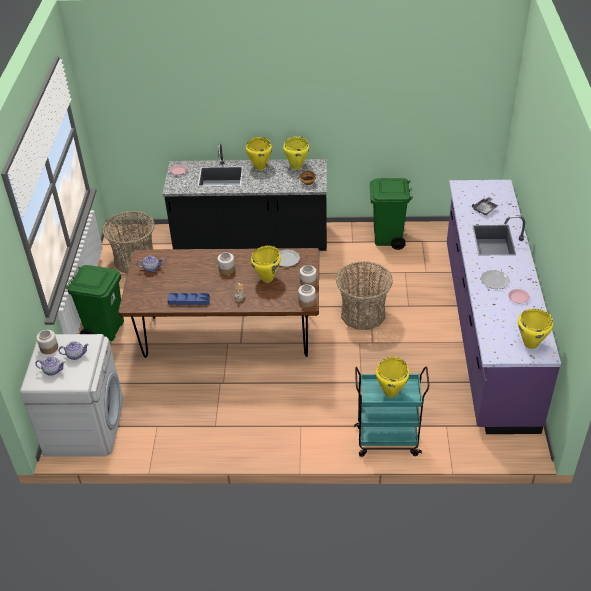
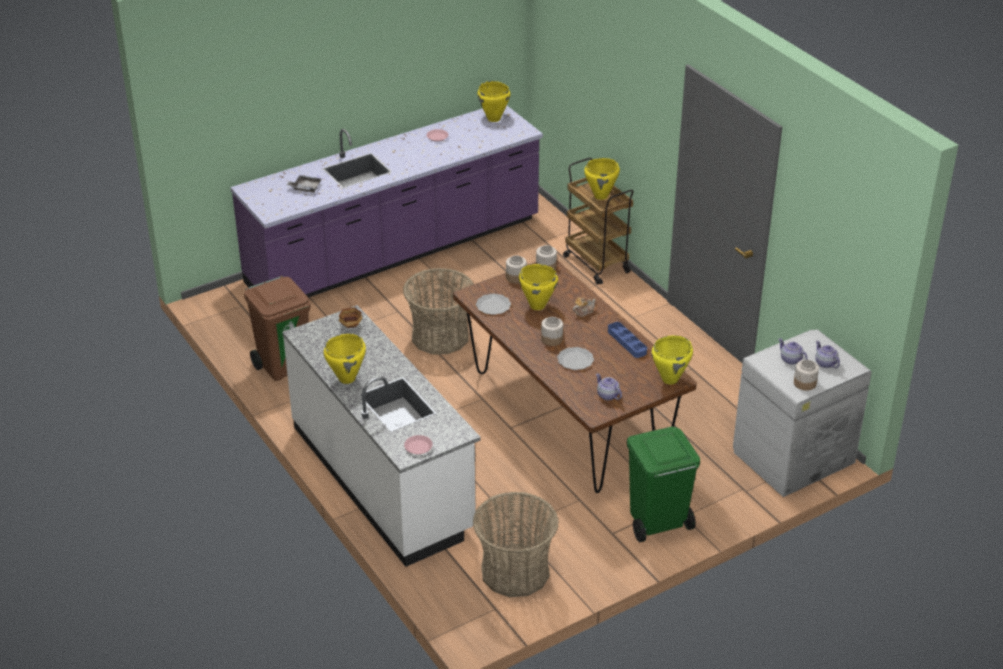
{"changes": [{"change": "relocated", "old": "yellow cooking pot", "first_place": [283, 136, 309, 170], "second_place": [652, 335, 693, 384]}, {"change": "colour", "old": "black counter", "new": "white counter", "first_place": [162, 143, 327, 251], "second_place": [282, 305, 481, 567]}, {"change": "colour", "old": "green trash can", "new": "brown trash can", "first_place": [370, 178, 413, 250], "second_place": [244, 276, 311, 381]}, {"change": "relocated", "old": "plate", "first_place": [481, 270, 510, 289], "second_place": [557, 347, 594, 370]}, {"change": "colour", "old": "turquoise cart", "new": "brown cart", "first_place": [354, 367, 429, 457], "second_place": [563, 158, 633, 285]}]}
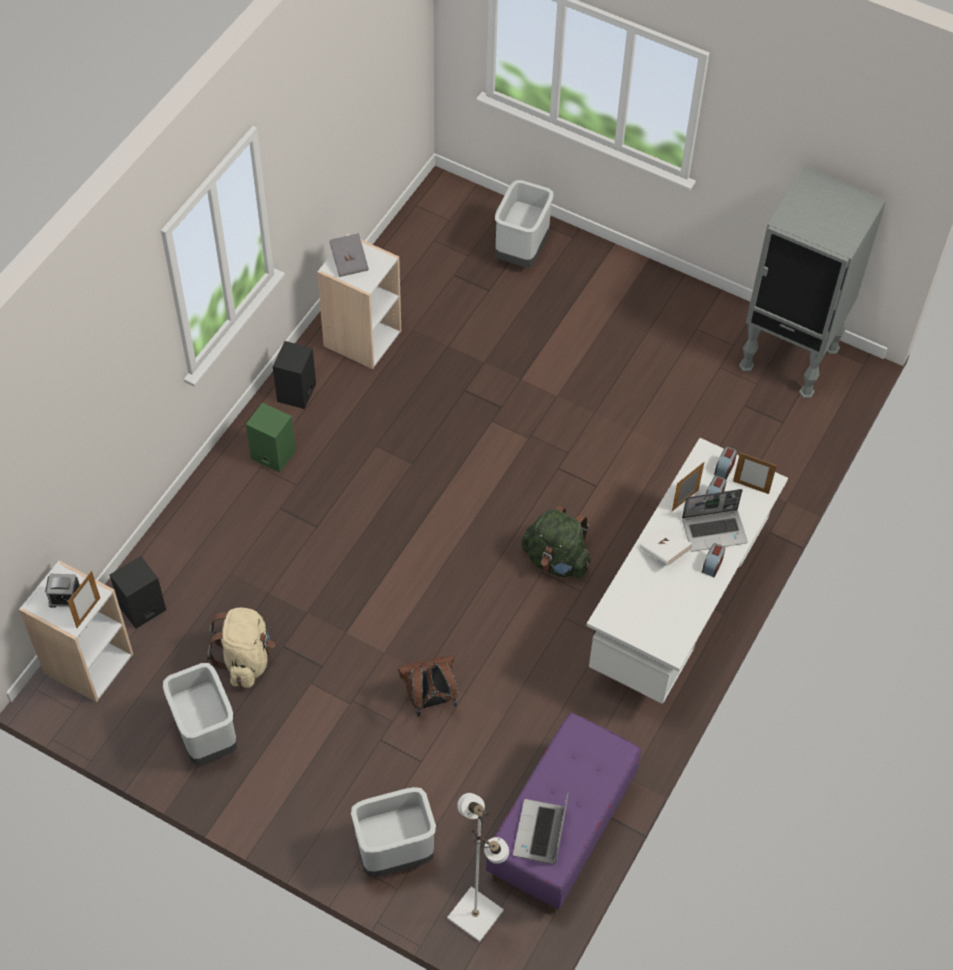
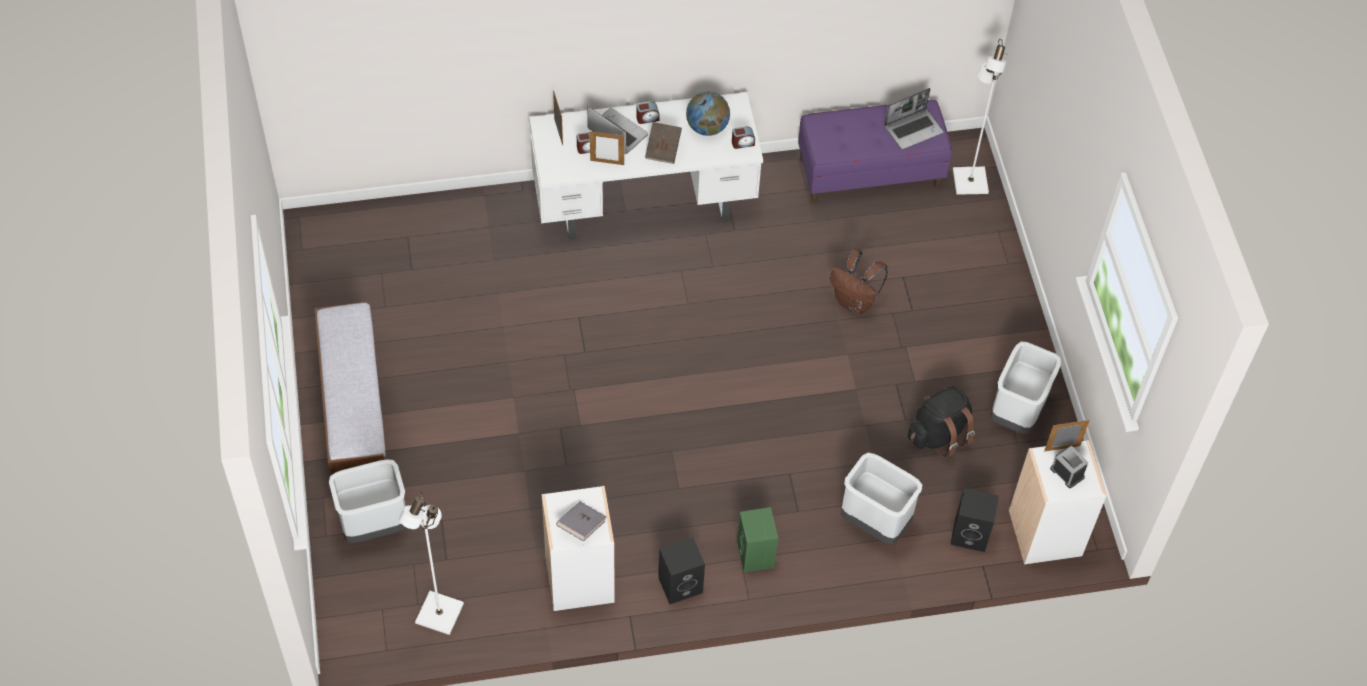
{"changes": [{"change": "missing", "old": "grey cabinet", "first_place": [739, 167, 886, 398]}, {"change": "relocated", "old": "alarm clock", "first_place": [714, 447, 737, 480], "second_place": [732, 126, 755, 149]}, {"change": "missing", "old": "green backpack", "first_place": [521, 505, 590, 578]}, {"change": "colour", "old": "white book", "new": "brown book", "first_place": [640, 527, 693, 566], "second_place": [645, 122, 682, 164]}, {"change": "colour", "old": "beige backpack", "new": "black backpack", "first_place": [207, 607, 275, 688], "second_place": [908, 386, 975, 458]}, {"change": "relocated", "old": "grey trash can", "first_place": [351, 787, 436, 877], "second_place": [841, 453, 922, 545]}, {"change": "appeared", "new": "globe", "second_place": [686, 92, 730, 136]}, {"change": "appeared", "new": "bench", "second_place": [314, 302, 386, 475]}, {"change": "appeared", "new": "white floor lamp", "second_place": [399, 491, 464, 635]}]}
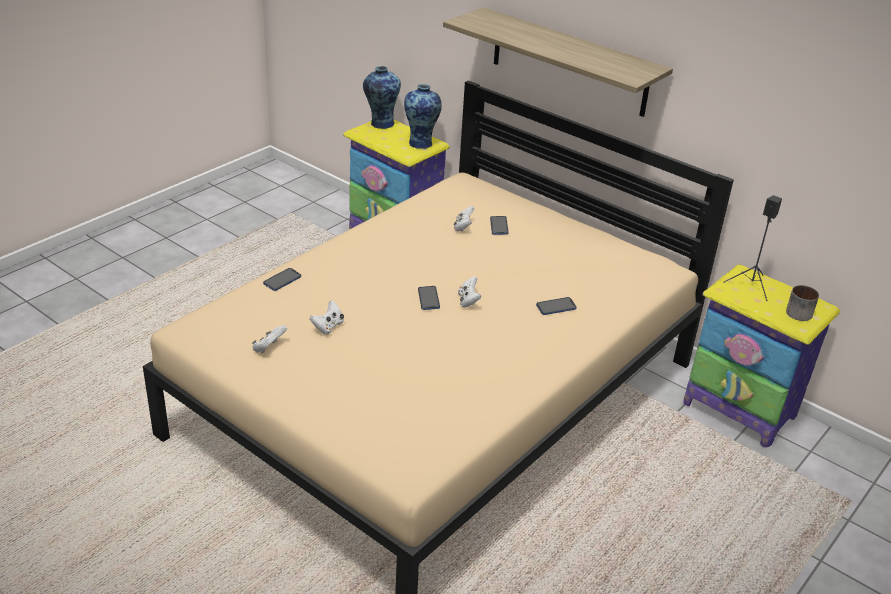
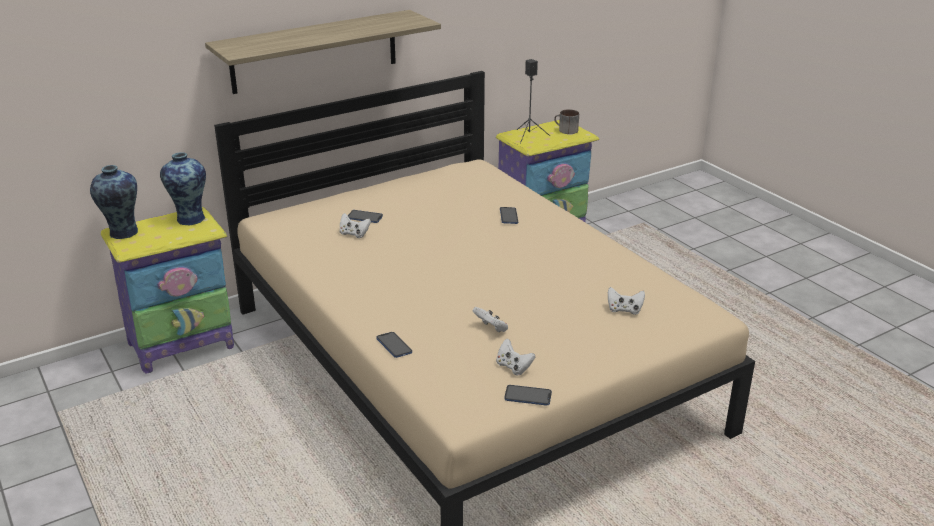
{"changes": [{"change": "relocated", "old": "white game controller", "first_place": [458, 276, 481, 308], "second_place": [608, 287, 645, 315]}, {"change": "relocated", "old": "phone", "first_place": [418, 286, 440, 310], "second_place": [504, 385, 552, 406]}]}
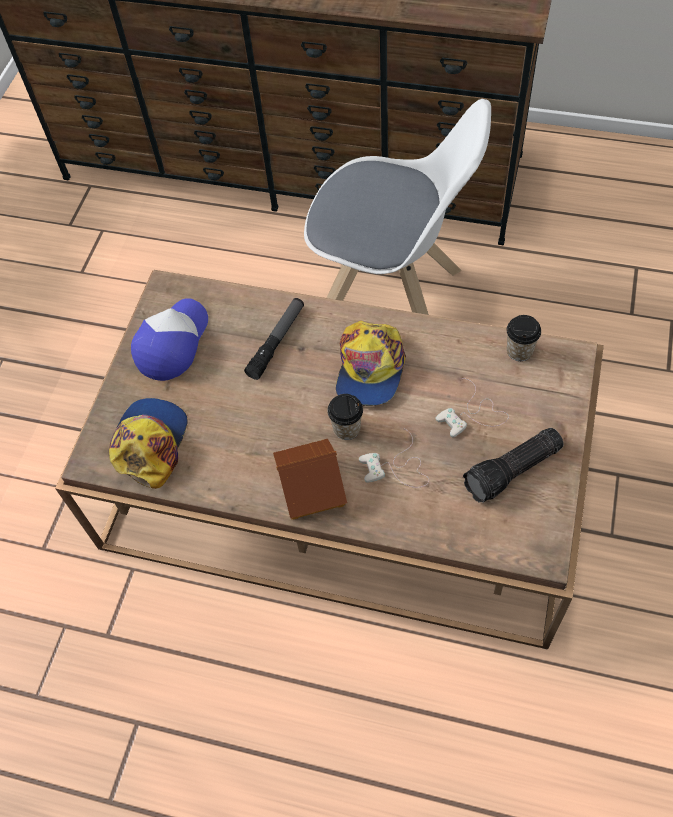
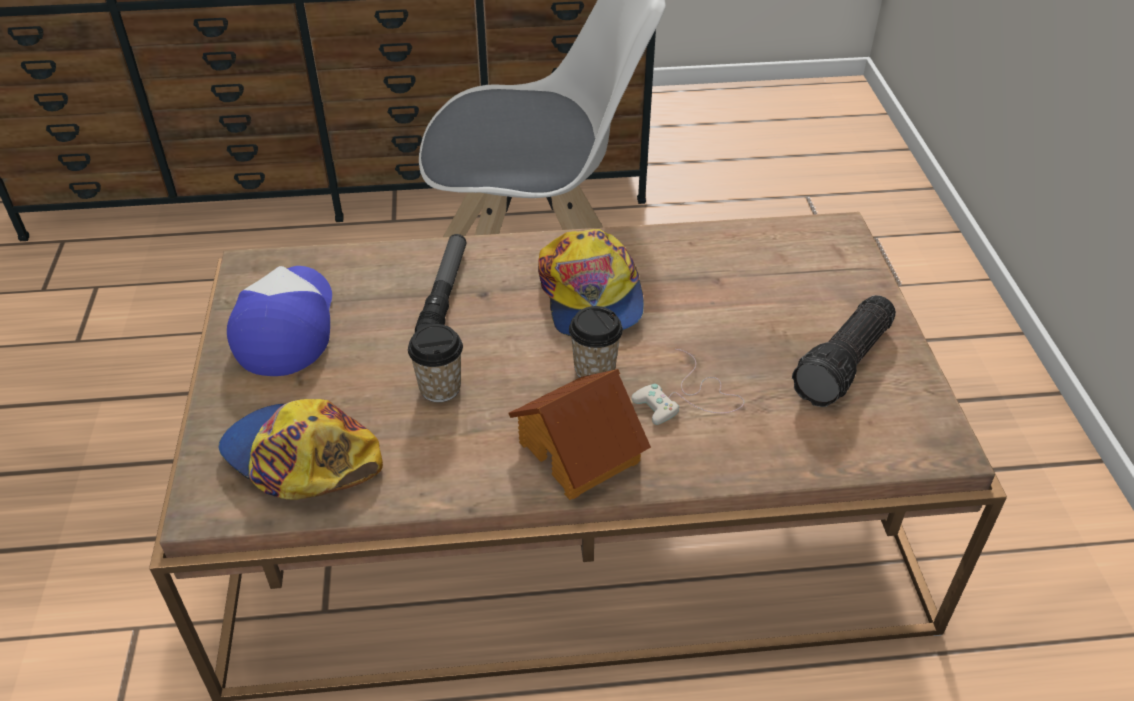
{"changes": [{"change": "relocated", "old": "cup", "first_place": [507, 315, 541, 361], "second_place": [408, 324, 463, 402]}, {"change": "missing", "old": "white game controller", "first_place": [436, 378, 509, 437]}, {"change": "spun", "old": "cap", "first_place": [109, 398, 188, 489], "second_place": [218, 399, 383, 500], "degrees": -45}]}
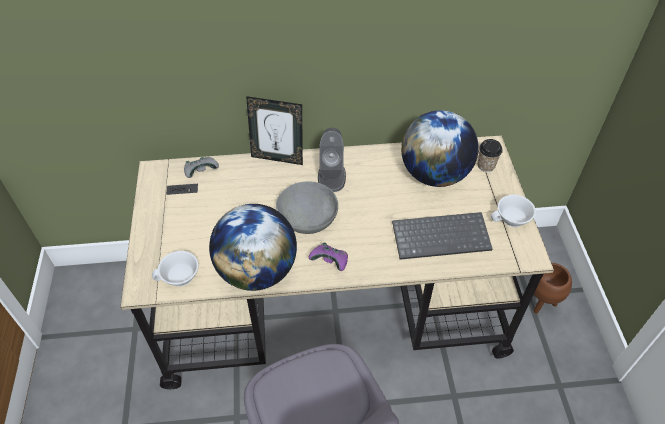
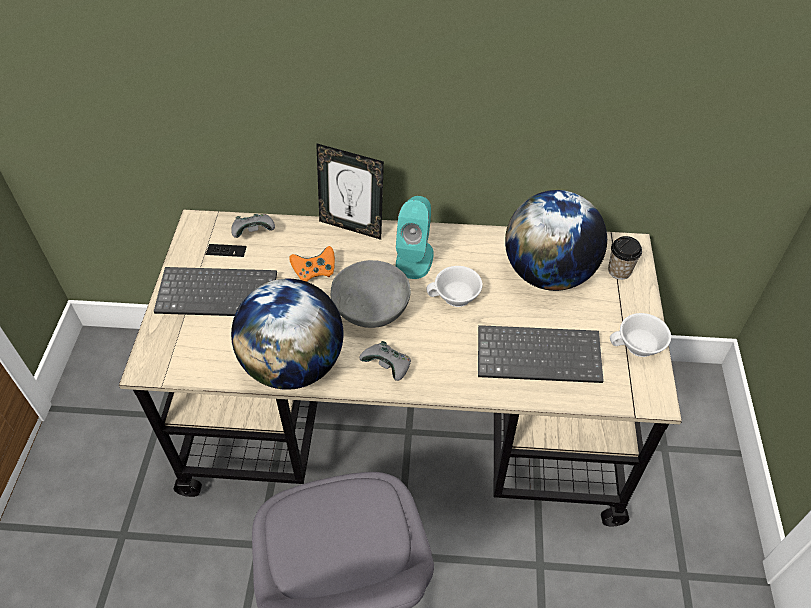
{"changes": [{"change": "colour", "old": "grey speaker", "new": "turquoise speaker", "first_place": [318, 128, 346, 192], "second_place": [396, 196, 434, 279]}, {"change": "colour", "old": "purple game controller", "new": "grey game controller", "first_place": [309, 243, 348, 271], "second_place": [359, 341, 411, 381]}, {"change": "relocated", "old": "white cup", "first_place": [152, 251, 199, 286], "second_place": [426, 266, 482, 307]}, {"change": "missing", "old": "brown planter", "first_place": [534, 263, 572, 314]}, {"change": "appeared", "new": "orange game controller", "second_place": [289, 246, 335, 282]}, {"change": "appeared", "new": "keyboard", "second_place": [154, 267, 277, 316]}]}
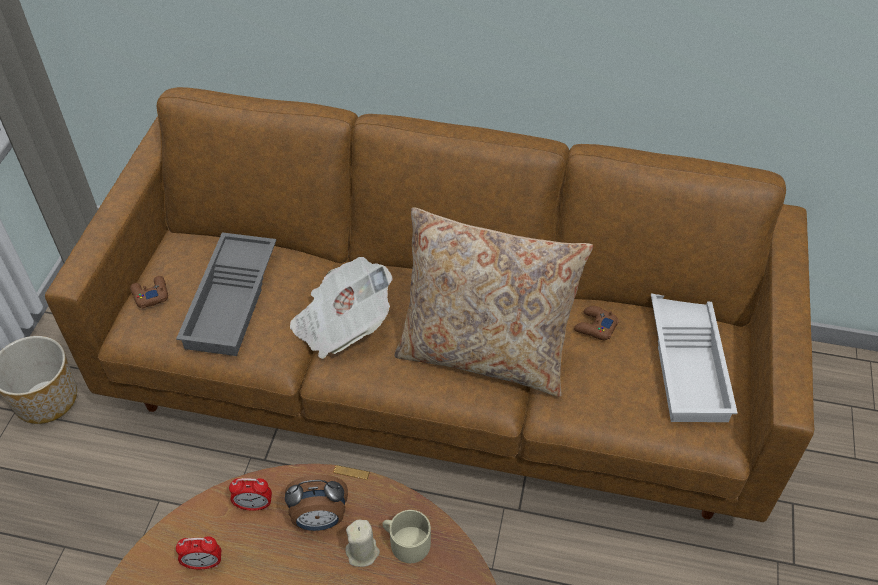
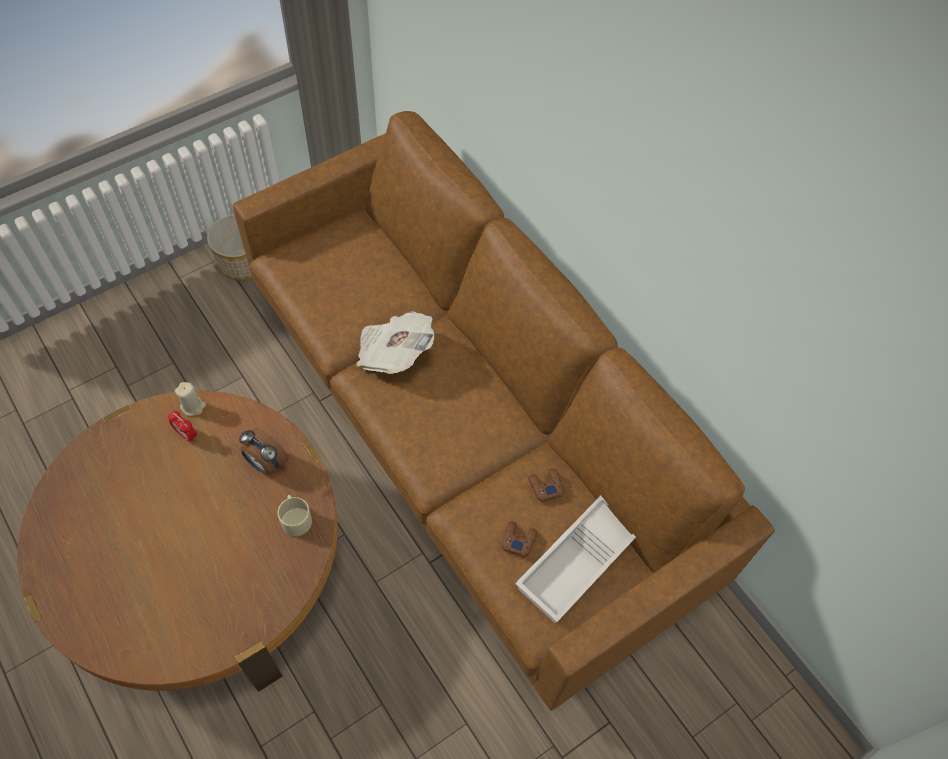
{"changes": [{"change": "missing", "old": "beige pillow", "first_place": [395, 207, 593, 397]}, {"change": "missing", "old": "grey tray", "first_place": [176, 232, 276, 356]}, {"change": "relocated", "old": "brown game controller", "first_place": [130, 276, 168, 309], "second_place": [502, 521, 537, 558]}, {"change": "missing", "old": "alarm clock", "first_place": [229, 478, 272, 511]}, {"change": "relocated", "old": "beige candle", "first_place": [345, 519, 380, 567], "second_place": [175, 382, 206, 416]}]}
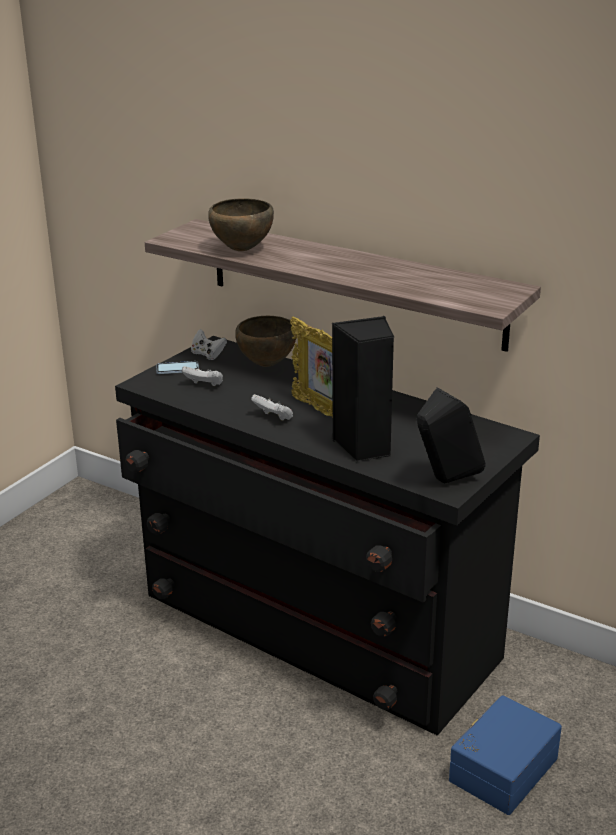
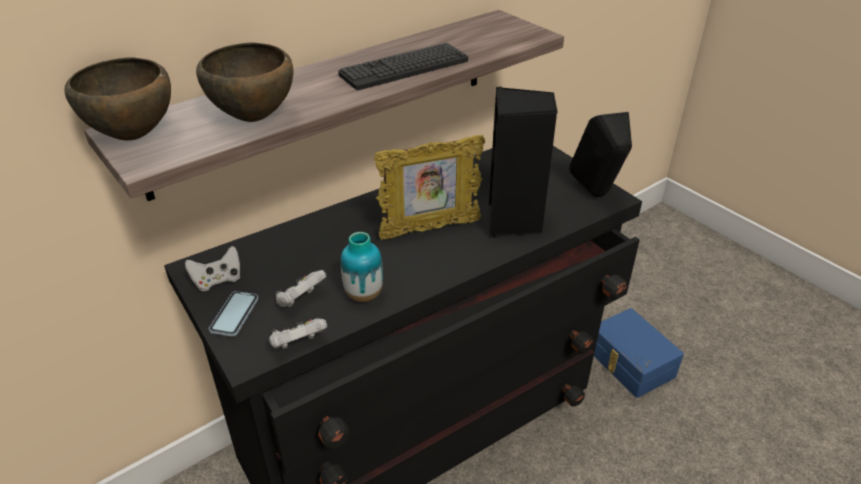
{"changes": [{"change": "relocated", "old": "brown bowl", "first_place": [235, 316, 296, 367], "second_place": [64, 57, 171, 141]}, {"change": "relocated", "old": "white game controller", "first_place": [251, 394, 293, 421], "second_place": [269, 318, 327, 349]}, {"change": "appeared", "new": "keyboard", "second_place": [338, 43, 468, 90]}, {"change": "appeared", "new": "vase", "second_place": [341, 232, 383, 302]}]}
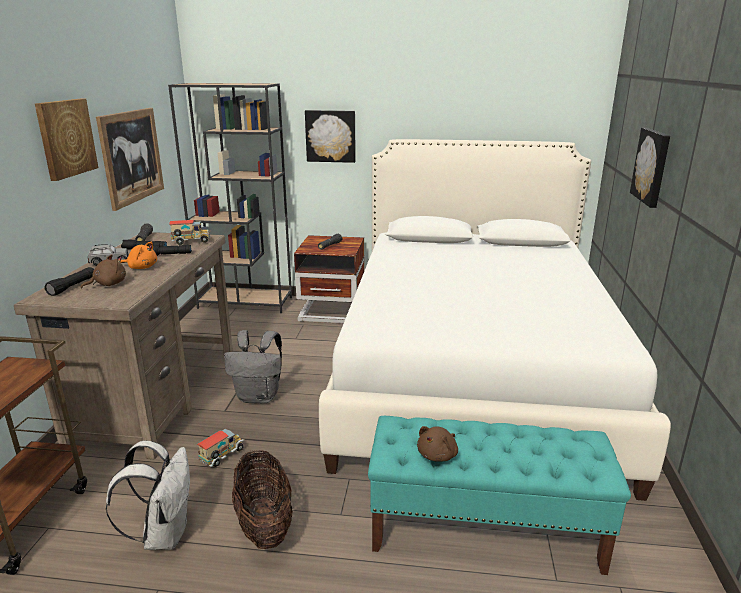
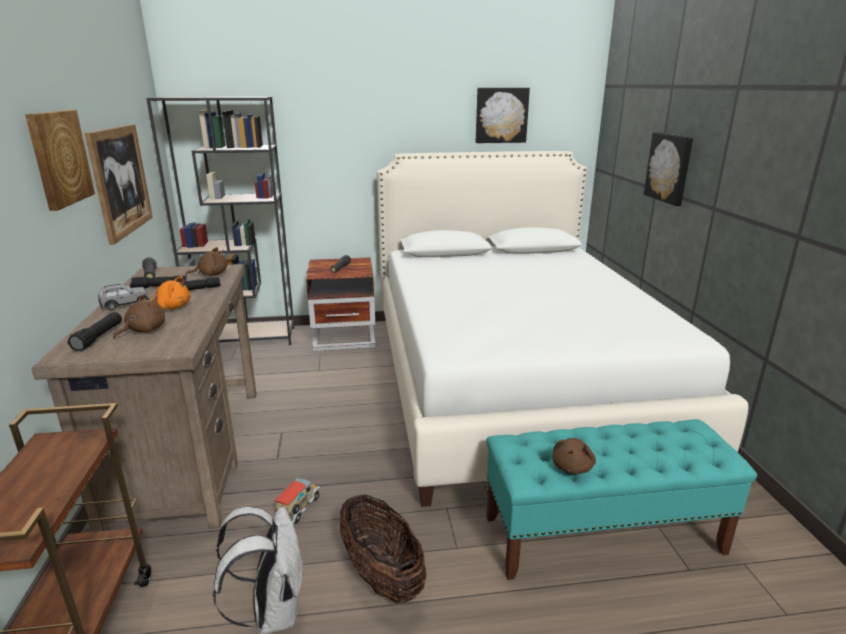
{"changes": [{"change": "relocated", "old": "picture", "first_place": [305, 110, 356, 163], "second_place": [476, 88, 530, 143]}, {"change": "exchanged", "old": "toy truck", "new": "brown plush toy", "first_place": [169, 220, 210, 245], "second_place": [186, 247, 227, 276]}, {"change": "missing", "old": "grey backpack", "first_place": [224, 330, 282, 403]}]}
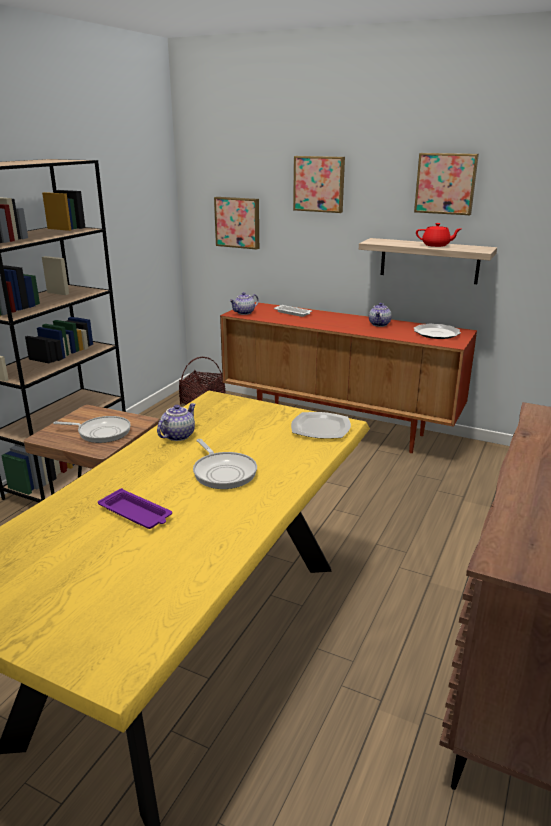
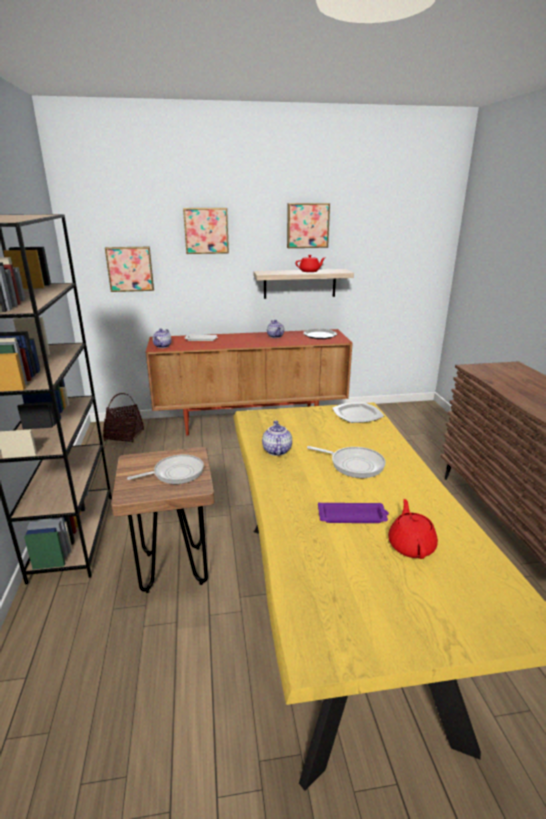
{"changes": [{"change": "appeared", "new": "red teapot", "second_place": [388, 499, 438, 559]}]}
